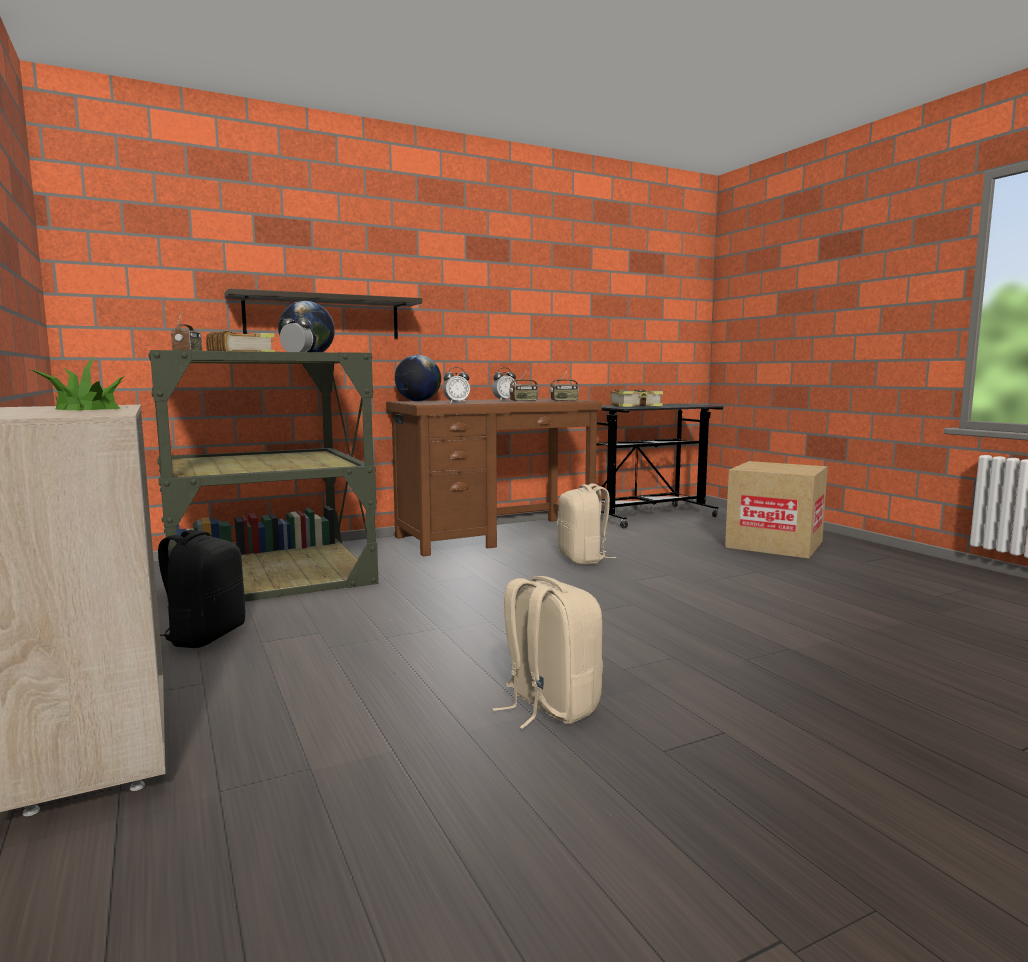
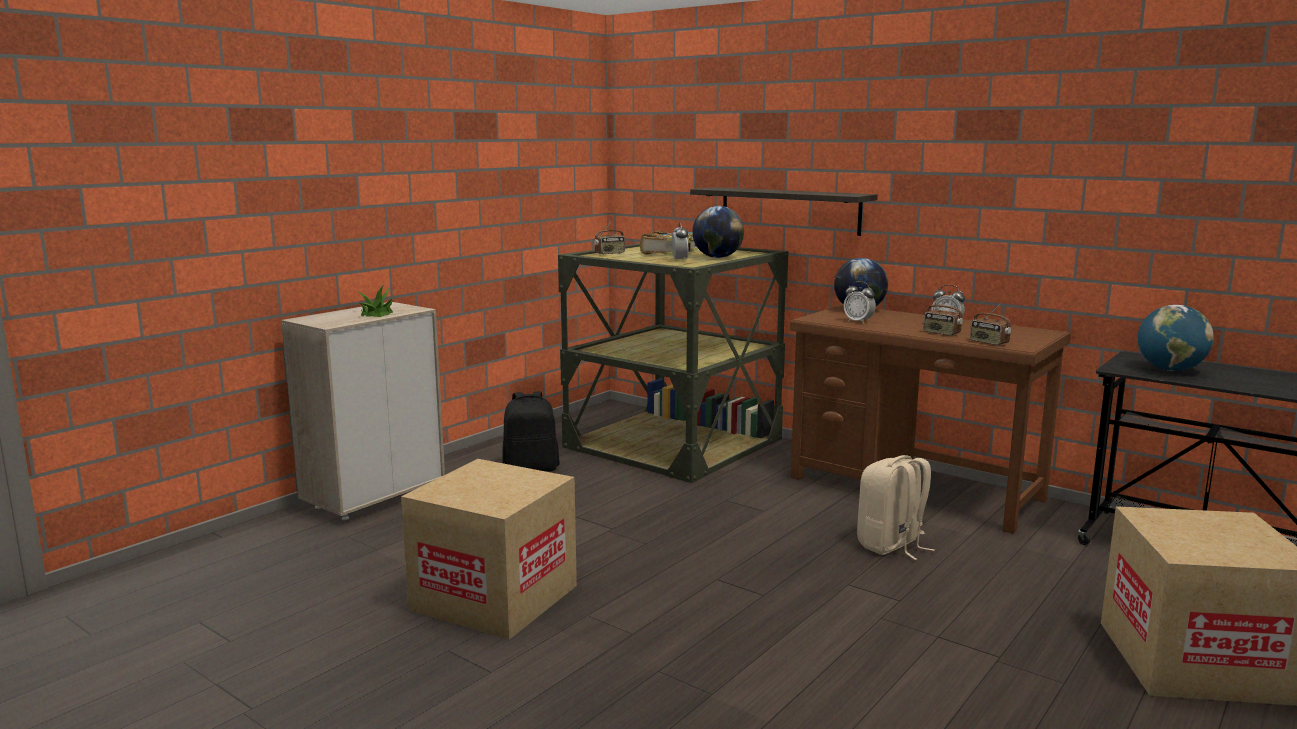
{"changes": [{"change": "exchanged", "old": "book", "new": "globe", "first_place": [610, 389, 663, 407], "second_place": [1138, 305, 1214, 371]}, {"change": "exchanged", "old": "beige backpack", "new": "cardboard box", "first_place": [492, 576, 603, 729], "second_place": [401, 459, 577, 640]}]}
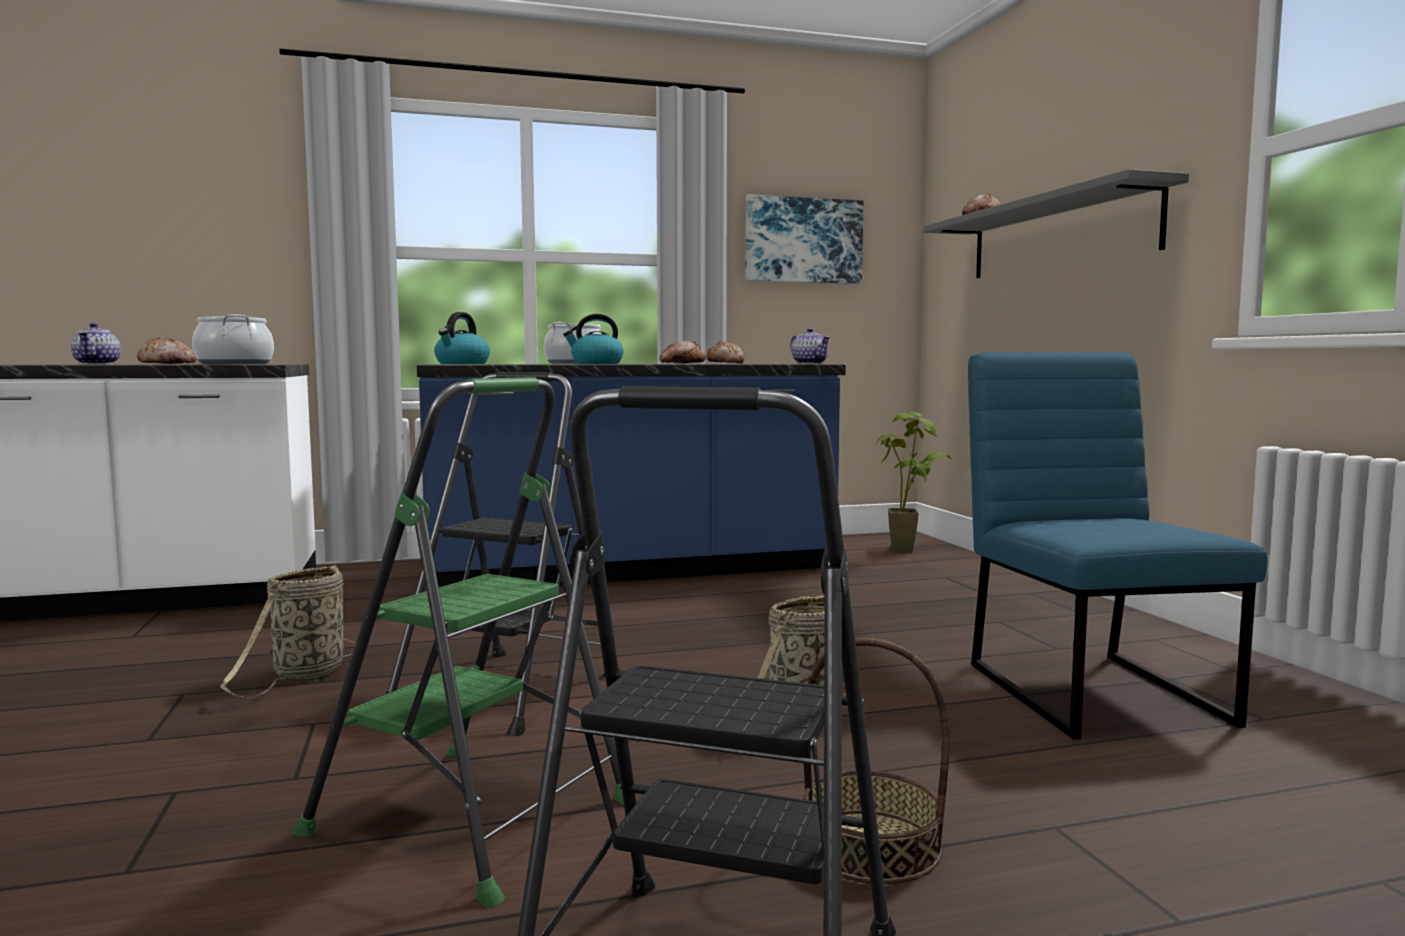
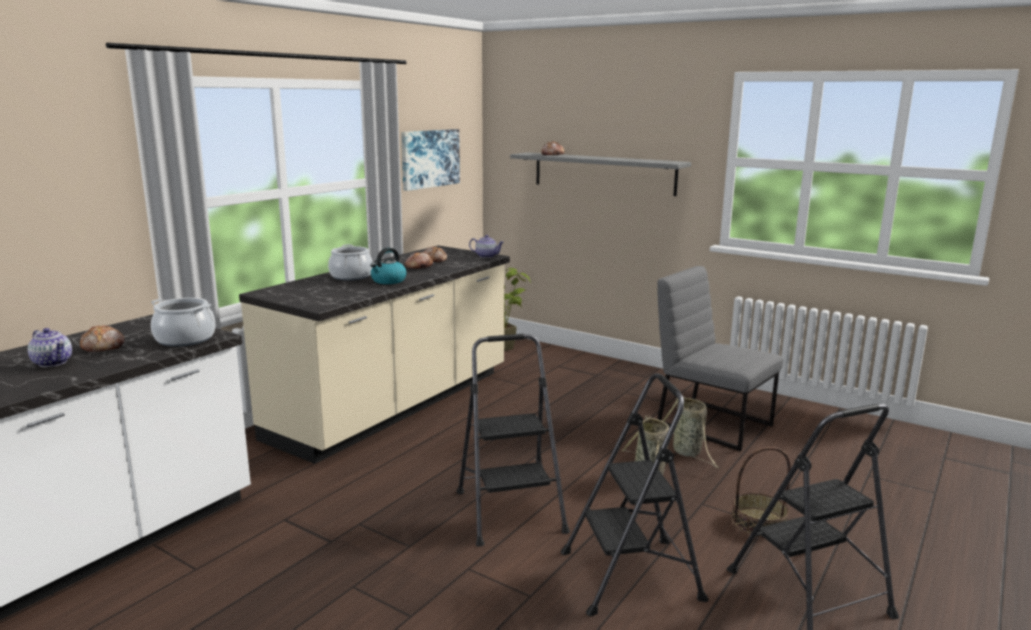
{"changes": [{"change": "missing", "old": "kettle", "first_place": [434, 312, 490, 364]}, {"change": "colour", "old": "blue chair", "new": "grey chair", "first_place": [968, 352, 1268, 740], "second_place": [657, 266, 783, 451]}, {"change": "colour", "old": "blue counter", "new": "beige counter", "first_place": [417, 364, 846, 587], "second_place": [239, 245, 510, 464]}, {"change": "colour", "old": "green step ladder", "new": "black step ladder", "first_place": [292, 377, 637, 908], "second_place": [561, 373, 709, 616]}, {"change": "relocated", "old": "basket", "first_place": [220, 565, 356, 698], "second_place": [662, 397, 719, 468]}]}
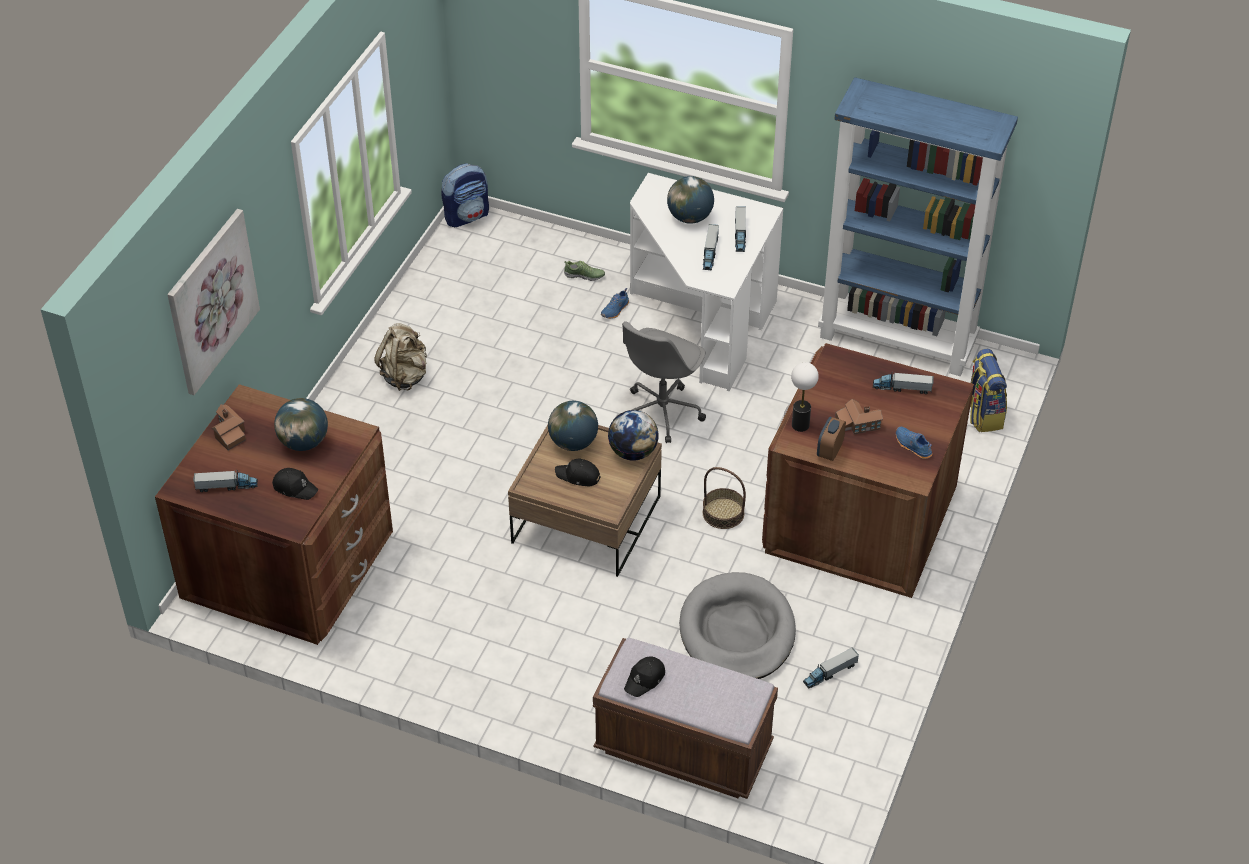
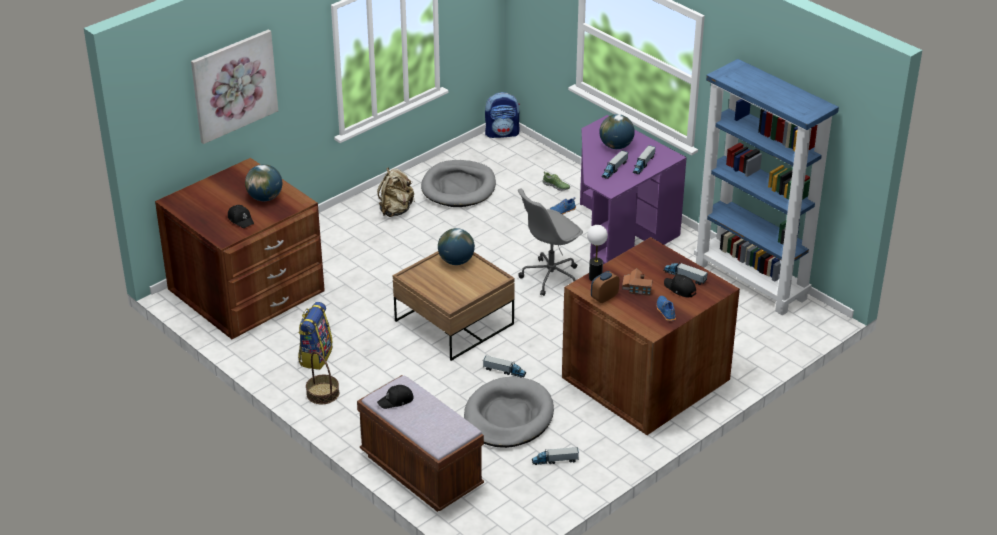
{"changes": [{"change": "colour", "old": "white desk", "new": "purple desk", "first_place": [630, 173, 783, 391], "second_place": [580, 115, 687, 264]}, {"change": "relocated", "old": "backpack", "first_place": [970, 348, 1007, 432], "second_place": [298, 302, 333, 370]}, {"change": "missing", "old": "toy house", "first_place": [212, 404, 246, 450]}, {"change": "missing", "old": "globe", "first_place": [608, 410, 659, 461]}, {"change": "relocated", "old": "black cap", "first_place": [555, 458, 601, 486], "second_place": [664, 274, 696, 297]}, {"change": "relocated", "old": "basket", "first_place": [703, 467, 746, 529], "second_place": [306, 351, 339, 404]}, {"change": "relocated", "old": "toy truck", "first_place": [193, 470, 258, 492], "second_place": [483, 356, 526, 378]}, {"change": "appeared", "new": "grey dog bed", "second_place": [421, 160, 496, 207]}]}
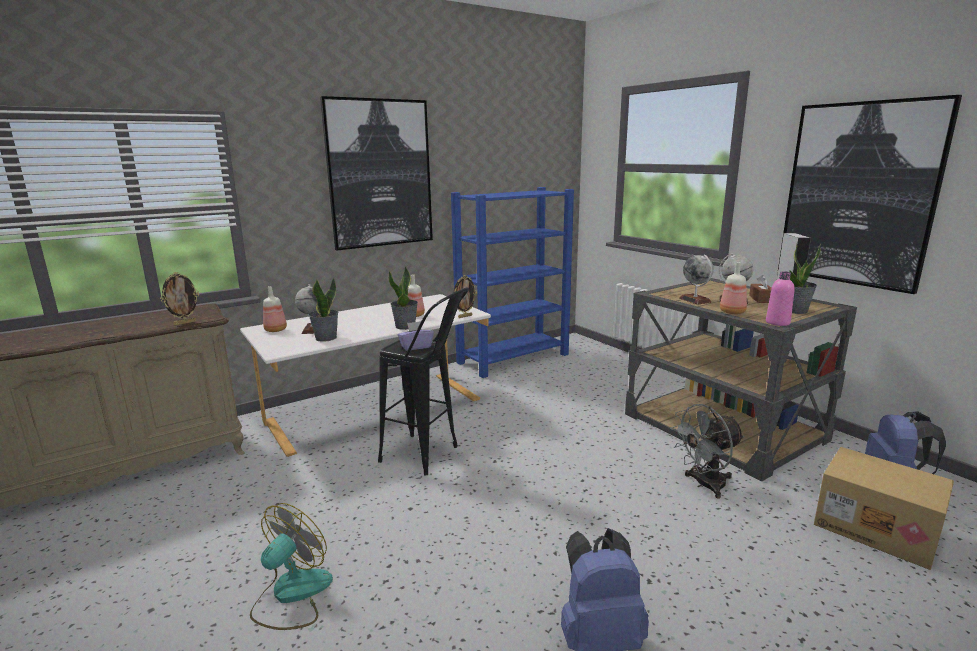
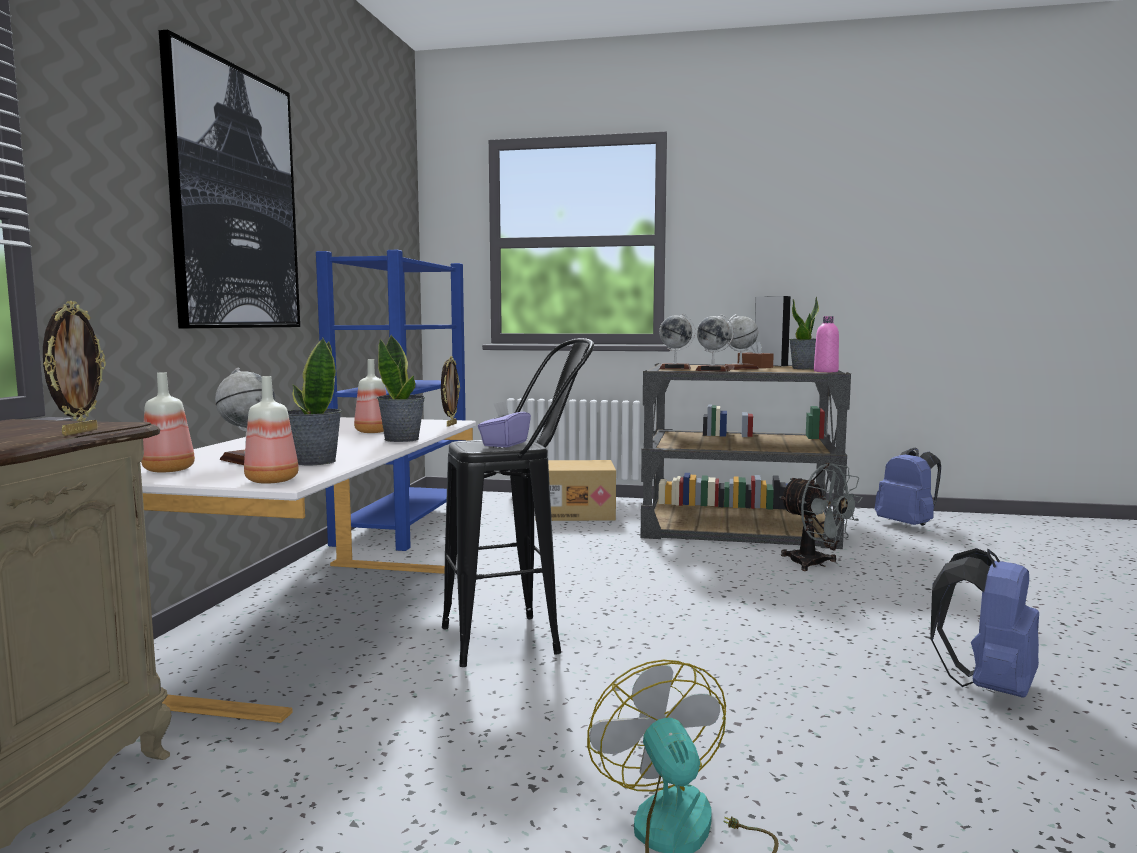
{"changes": [{"change": "missing", "old": "picture", "first_place": [778, 95, 962, 294]}, {"change": "relocated", "old": "bottle", "first_place": [720, 262, 747, 314], "second_place": [244, 376, 299, 484]}, {"change": "spun", "old": "grey fan", "first_place": [670, 404, 744, 499], "second_place": [779, 463, 863, 571], "degrees": -60}, {"change": "relocated", "old": "cardboard box", "first_place": [814, 447, 954, 570], "second_place": [535, 460, 616, 521]}, {"change": "appeared", "new": "globe", "second_place": [659, 314, 695, 369]}]}
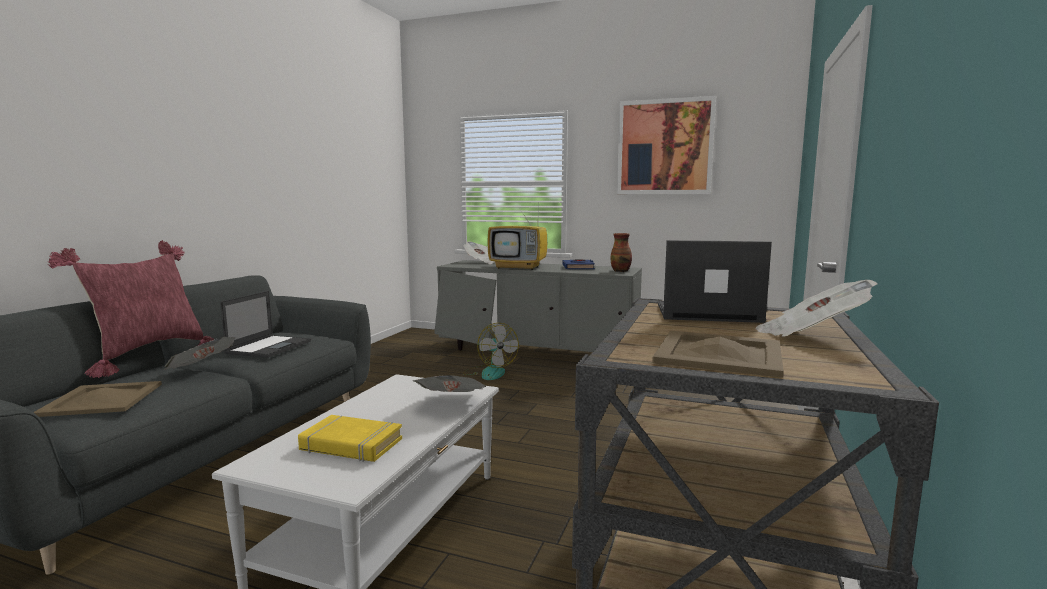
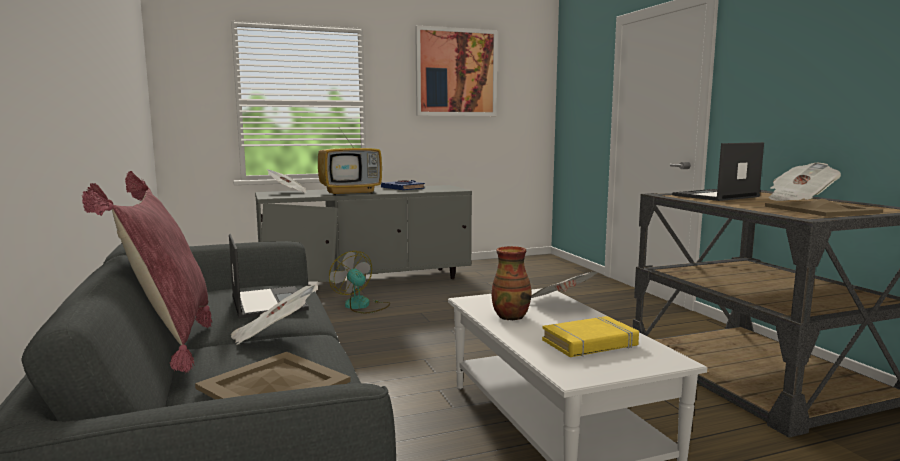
{"changes": [{"change": "relocated", "old": "vase", "first_place": [610, 233, 632, 272], "second_place": [492, 246, 532, 321]}, {"change": "spun", "old": "fan", "first_place": [463, 323, 519, 380], "second_place": [329, 251, 390, 313], "degrees": -150}]}
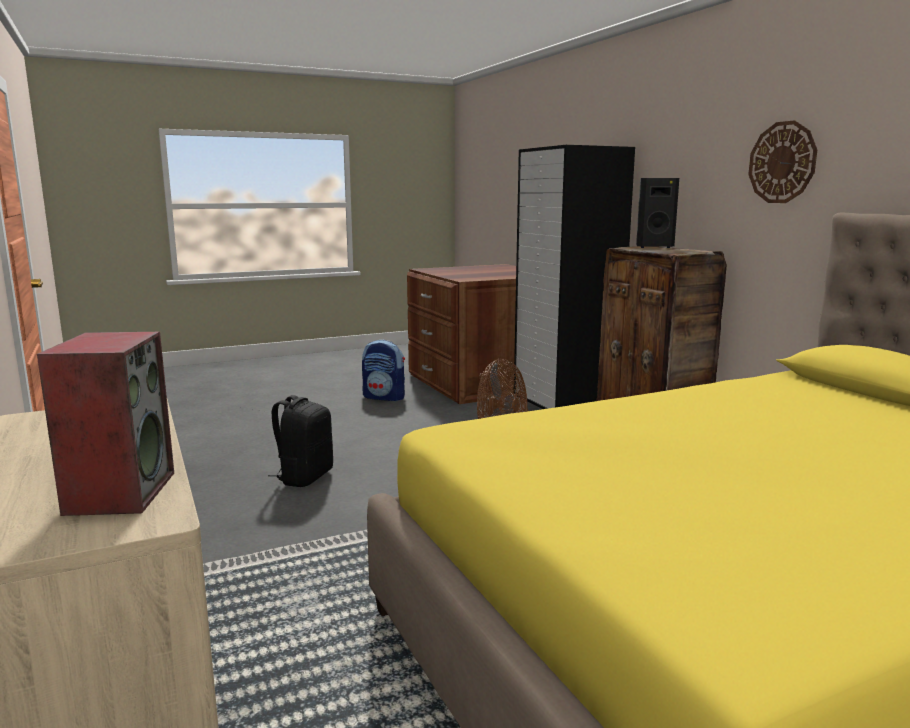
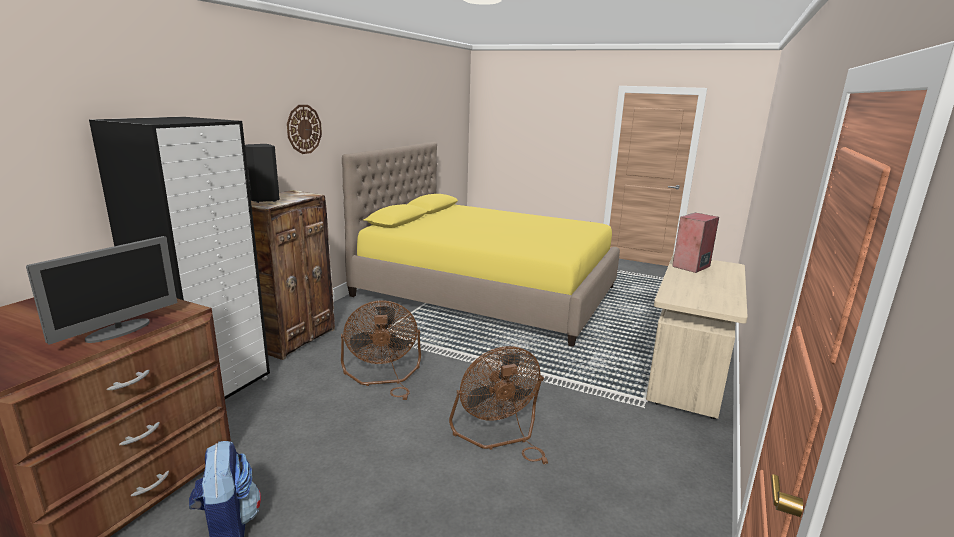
{"changes": [{"change": "exchanged", "old": "black backpack", "new": "brown fan", "first_place": [268, 395, 333, 487], "second_place": [449, 346, 548, 464]}, {"change": "appeared", "new": "monitor", "second_place": [26, 236, 177, 344]}]}
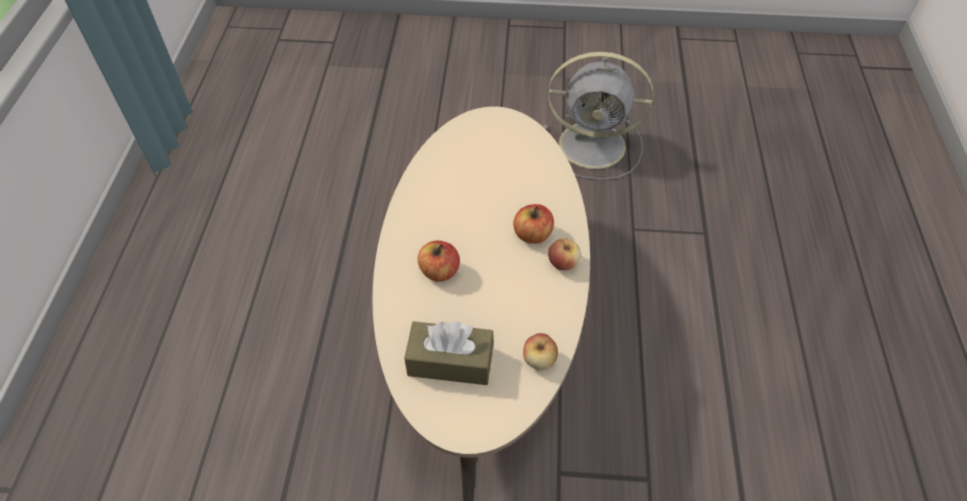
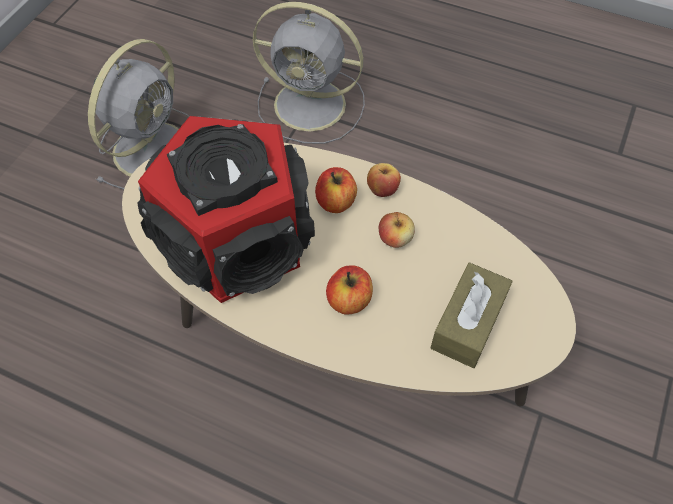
{"changes": [{"change": "relocated", "old": "apple", "first_place": [523, 333, 558, 370], "second_place": [379, 212, 415, 248]}, {"change": "appeared", "new": "grey fan", "second_place": [253, 2, 365, 144]}, {"change": "appeared", "new": "speaker", "second_place": [137, 116, 315, 303]}]}
